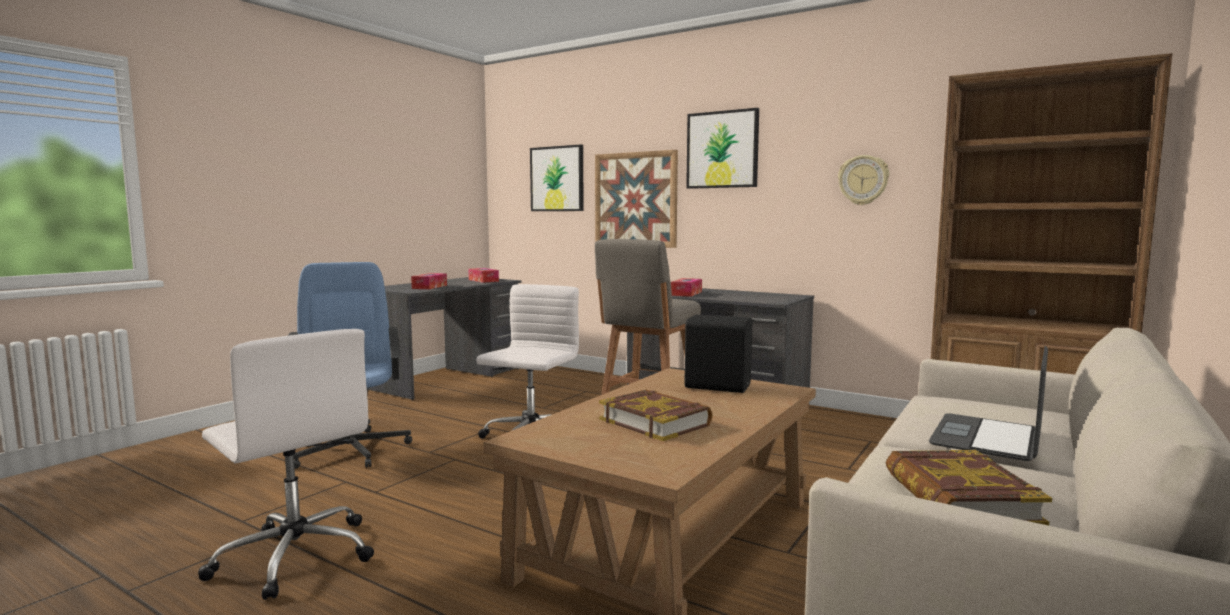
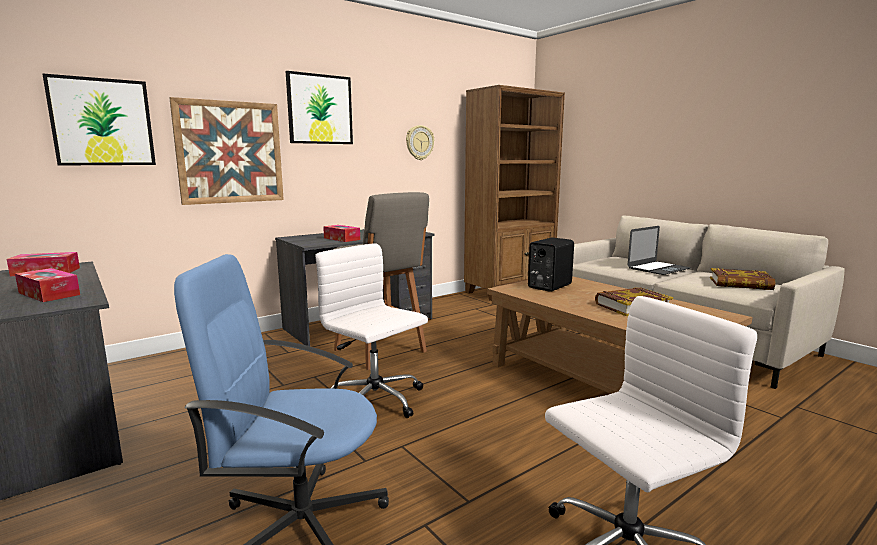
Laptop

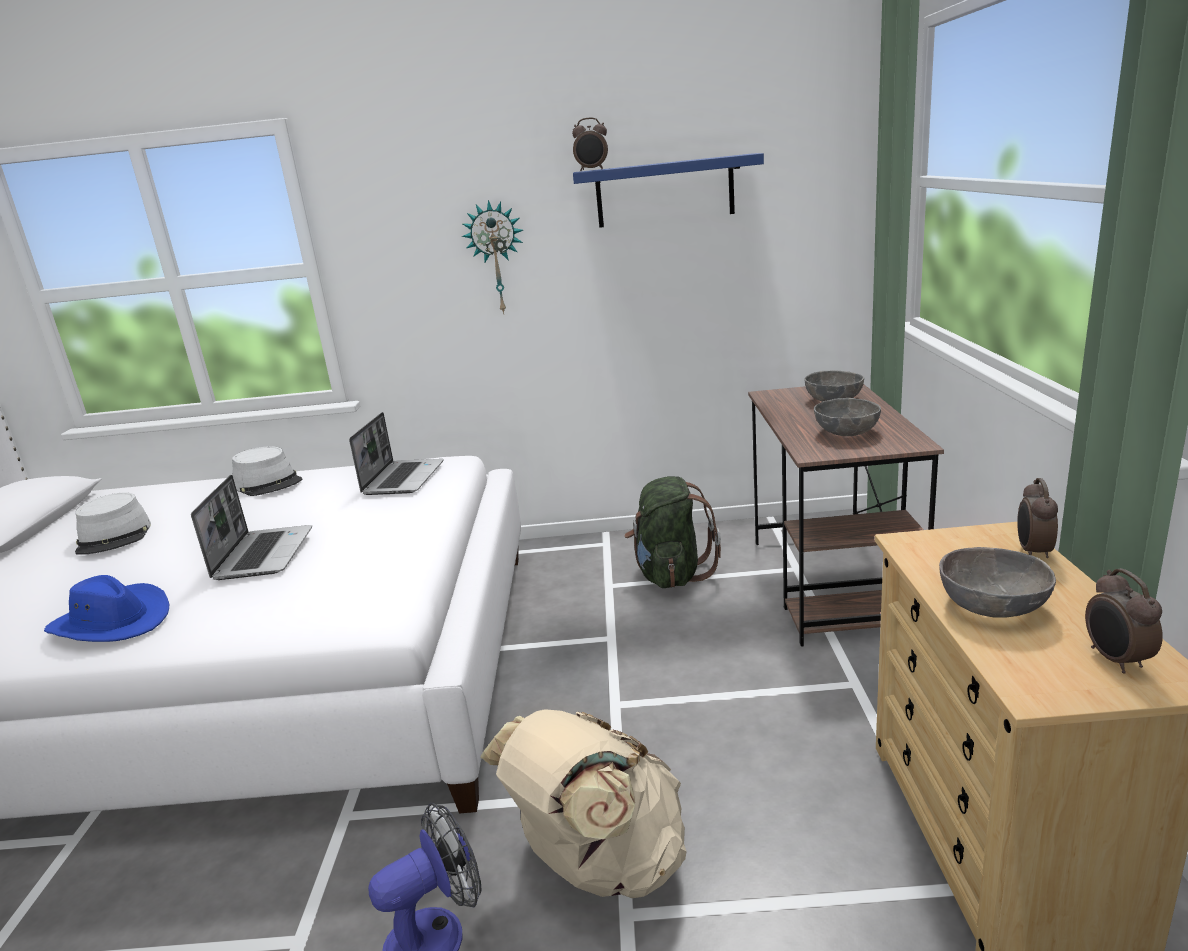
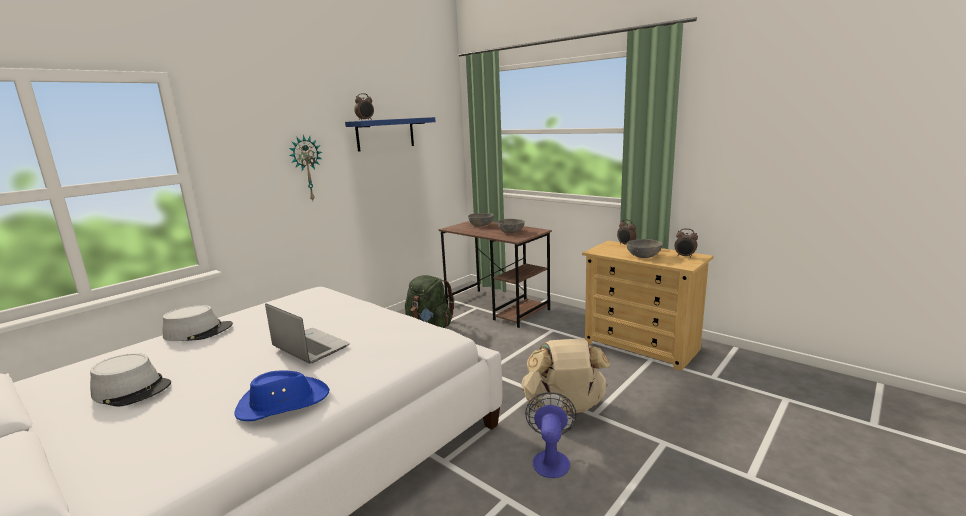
Laptop (no. 2 from left in the first image)

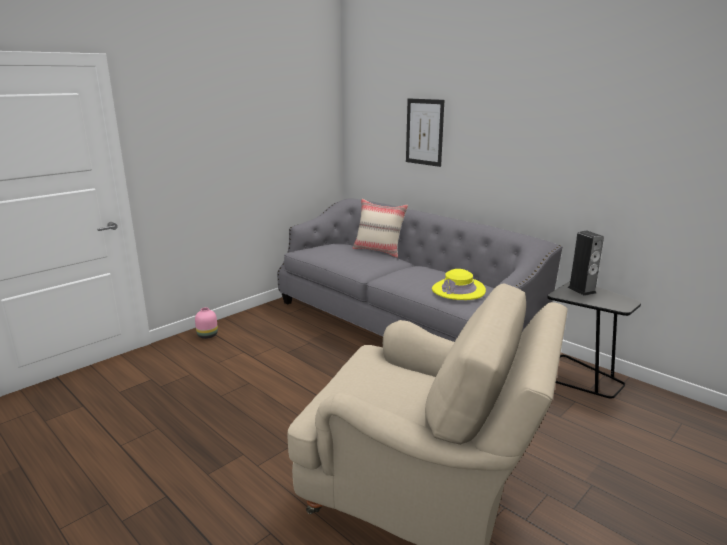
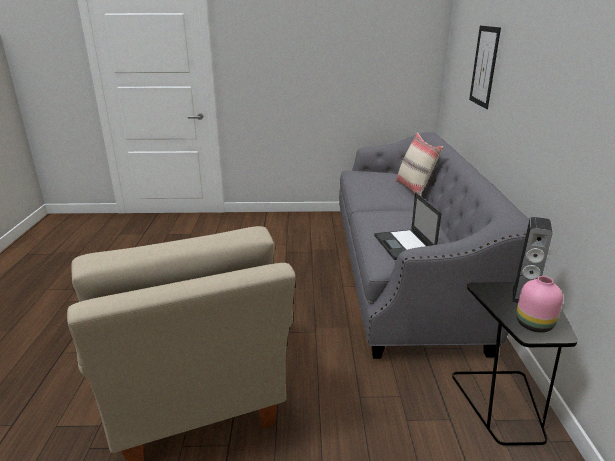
Laptop
PinkVase

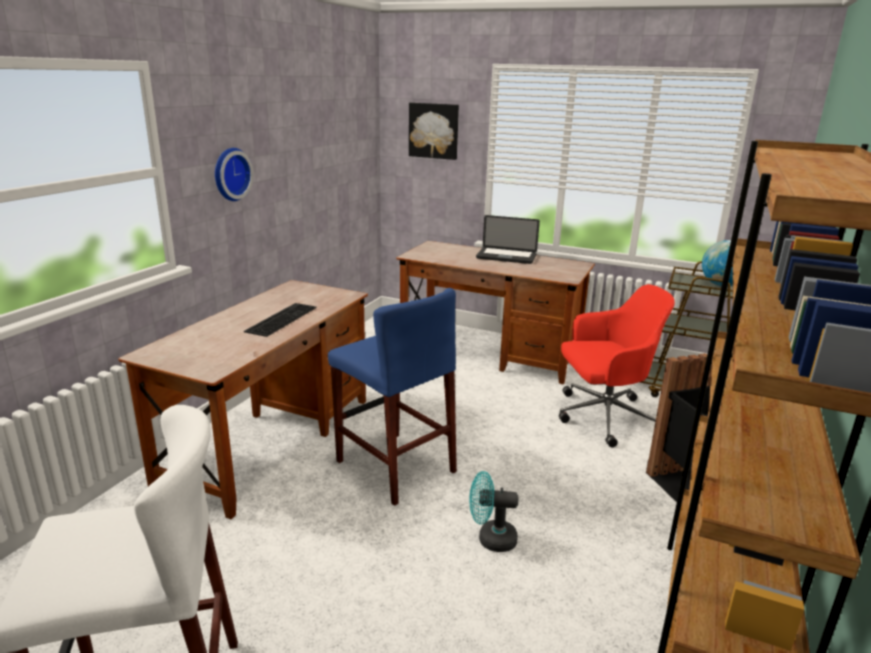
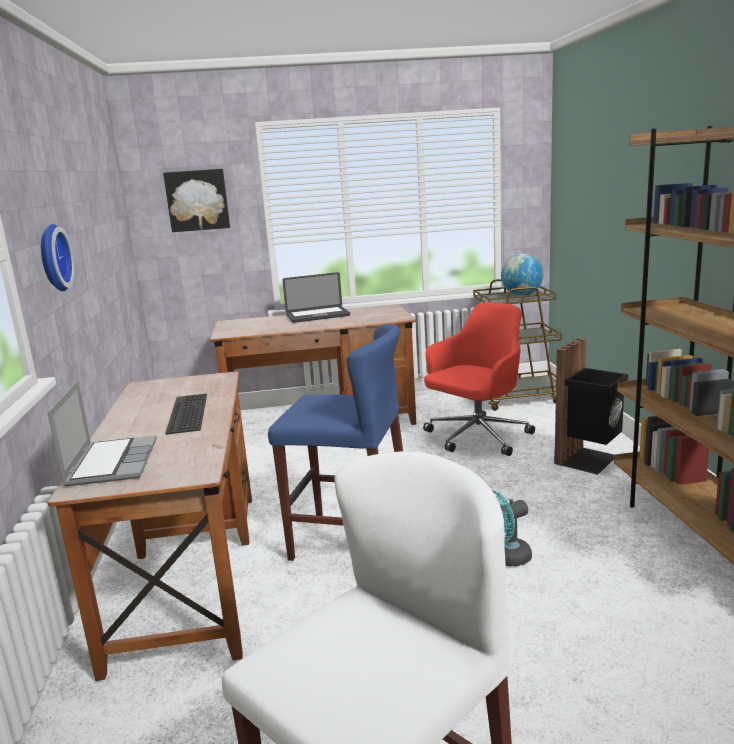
Laptop (no. 1 from left)

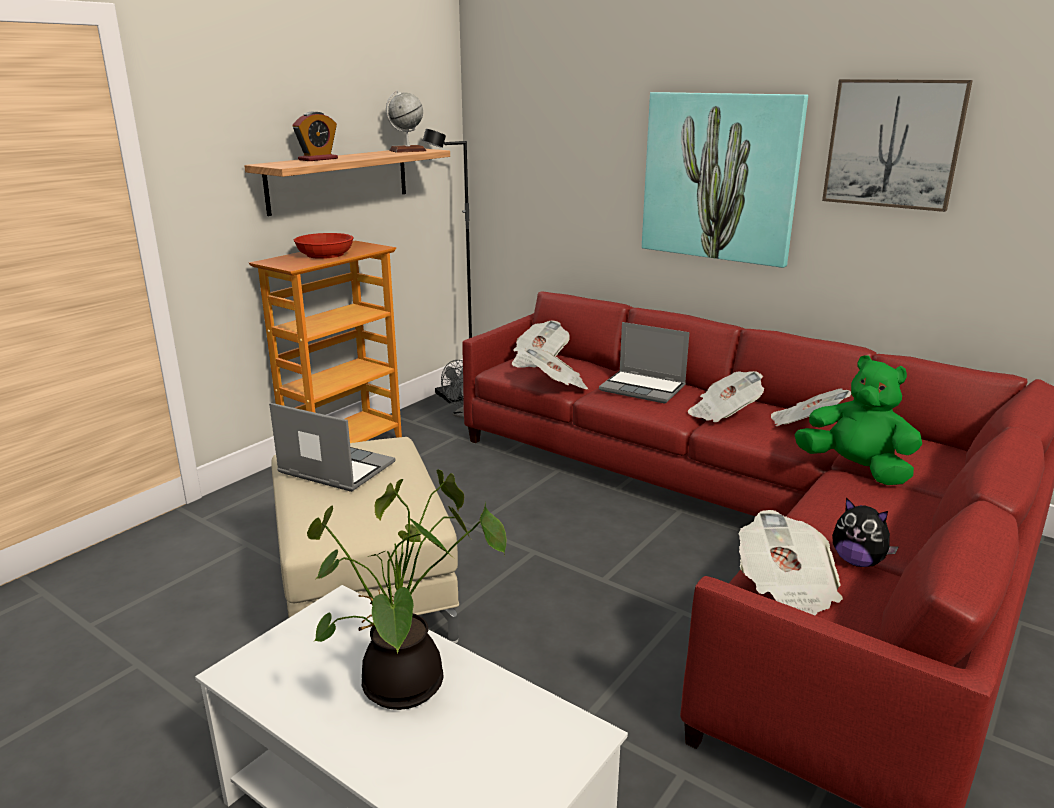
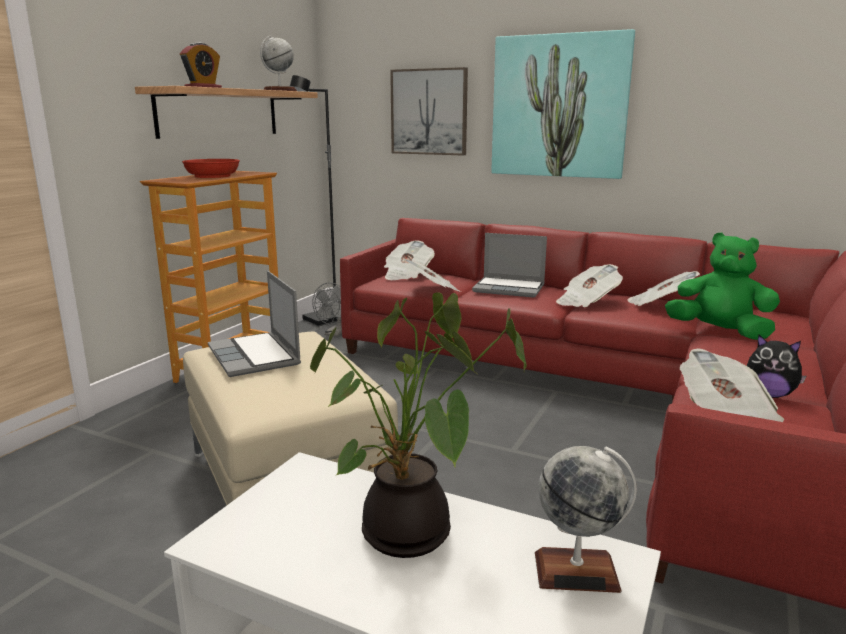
Picture (no. 1 from left)
Laptop (no. 1 from left)
Globe (no. 2 from left)

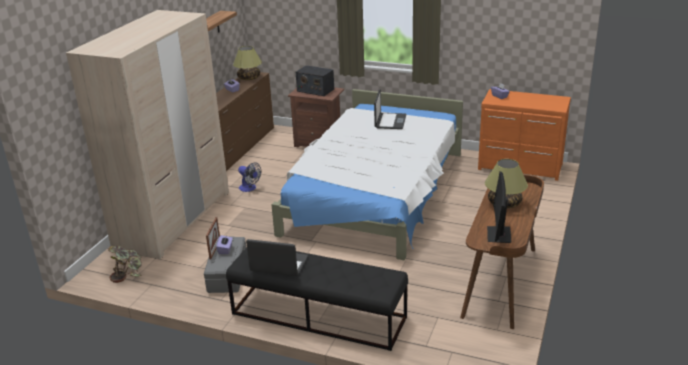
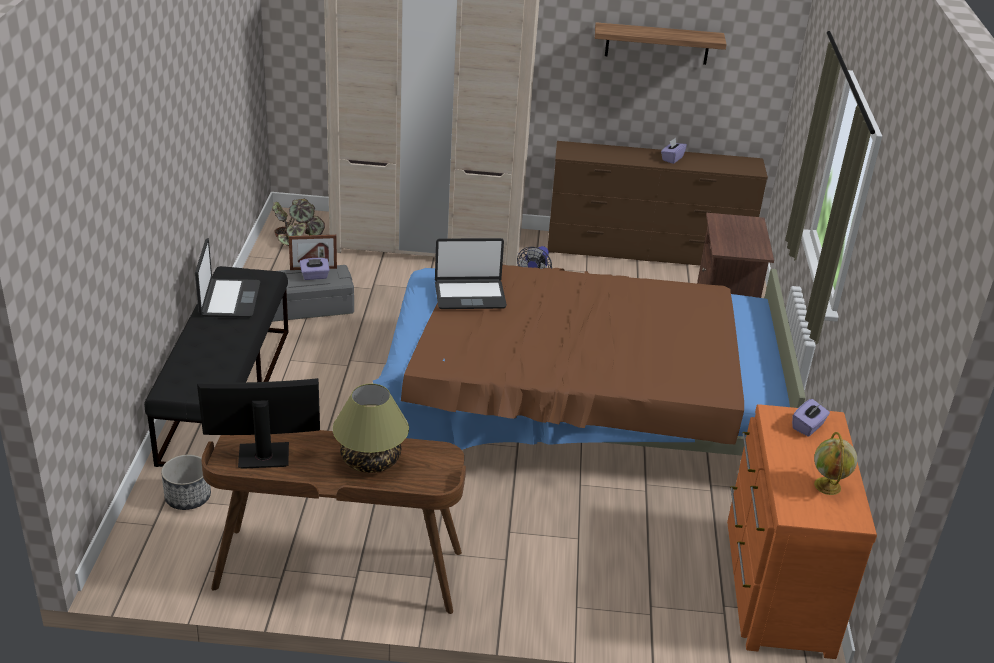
TableLamp (no. 1 from left in the first image)
Radio
BrownBed
Laptop (no. 2 from left)
Globe
Planter

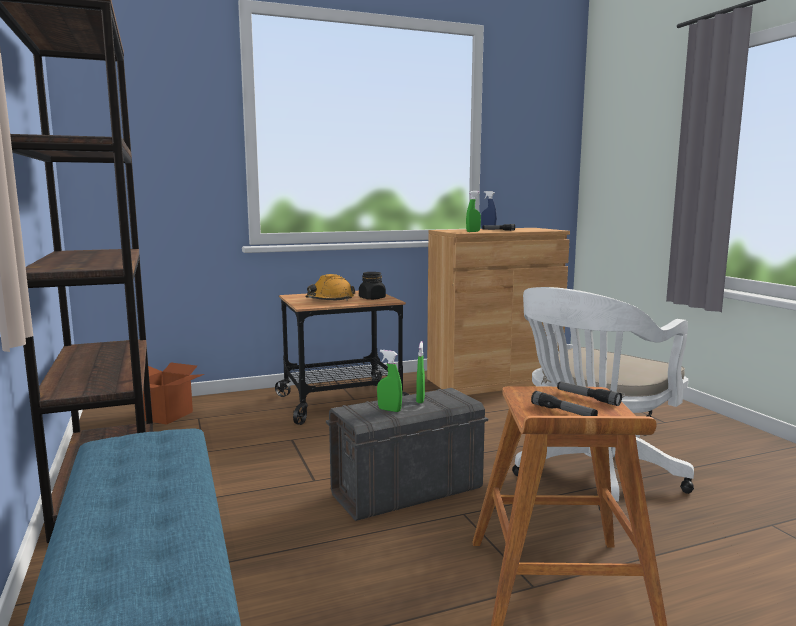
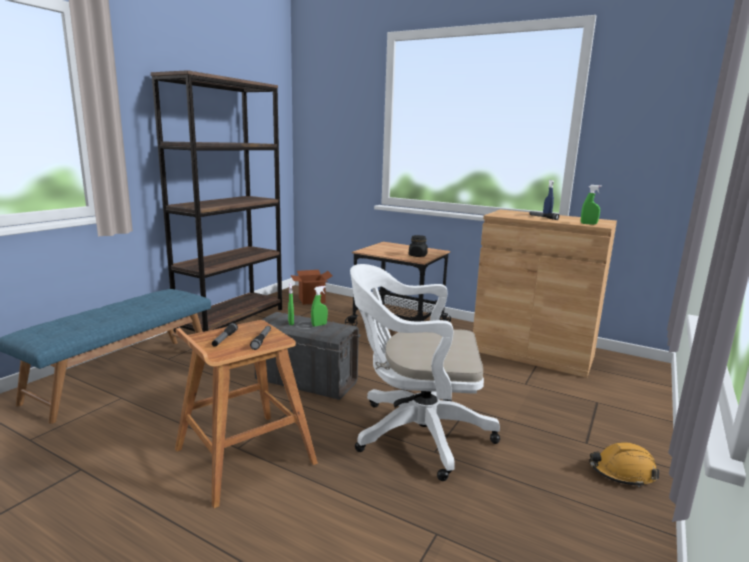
GreenSprayBottle (no. 3 from left)
OrangeHardHat

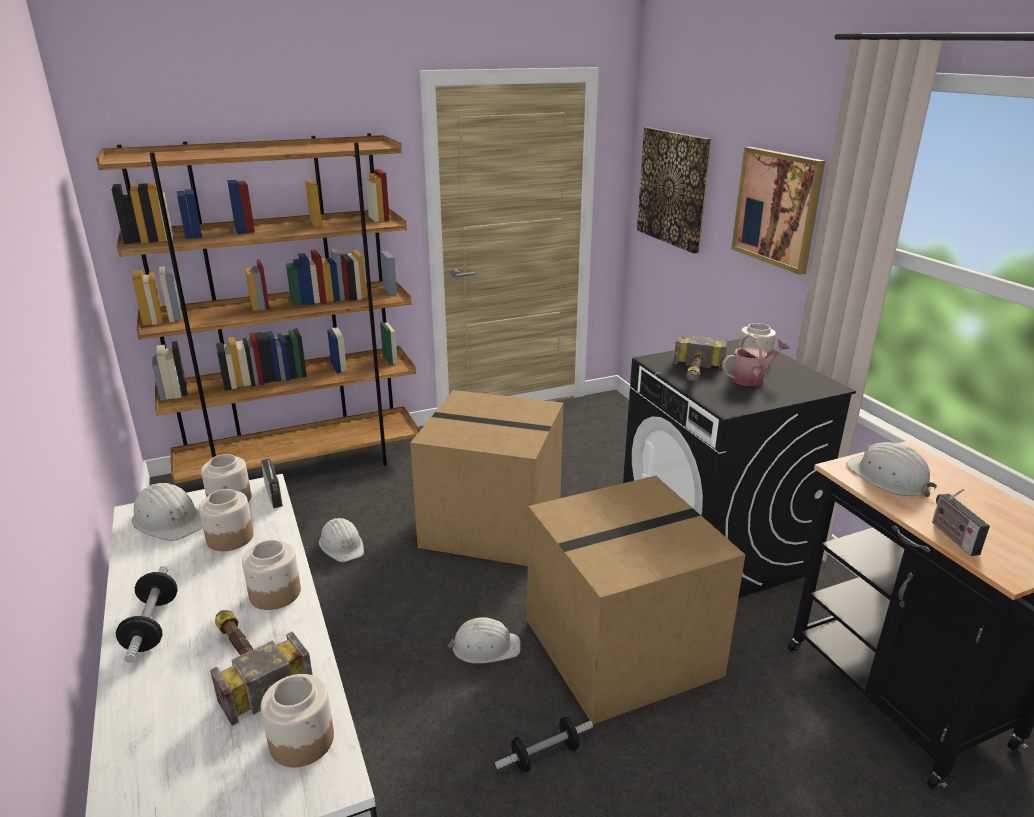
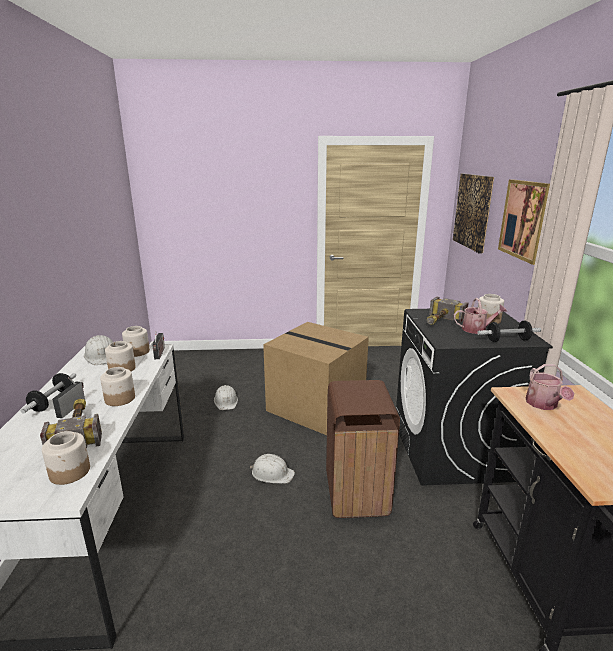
BrownBookcase
WateringCan (no. 2 from left)
BrownTrashCan
Radio (no. 1 from left)
Dumbbell (no. 2 from left)

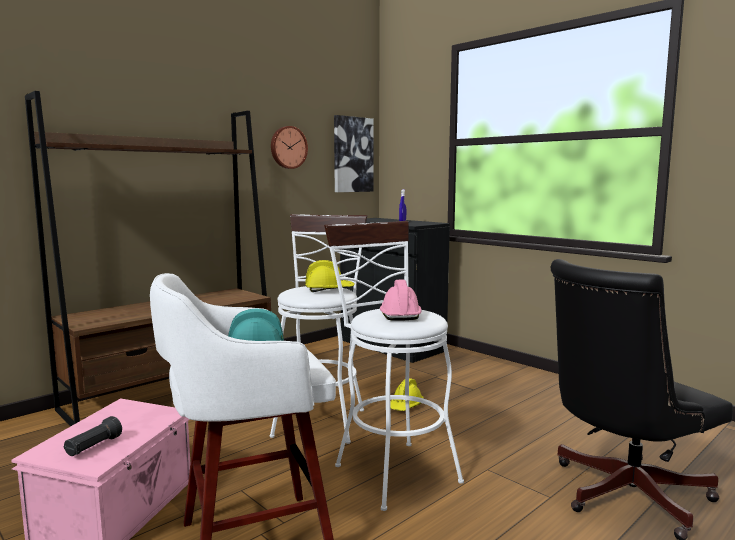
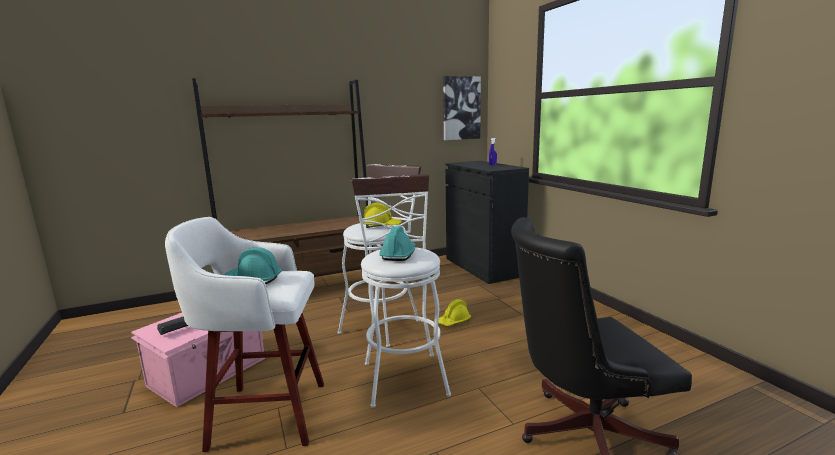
WallClock
TurquoiseHardHat (no. 2 from left)

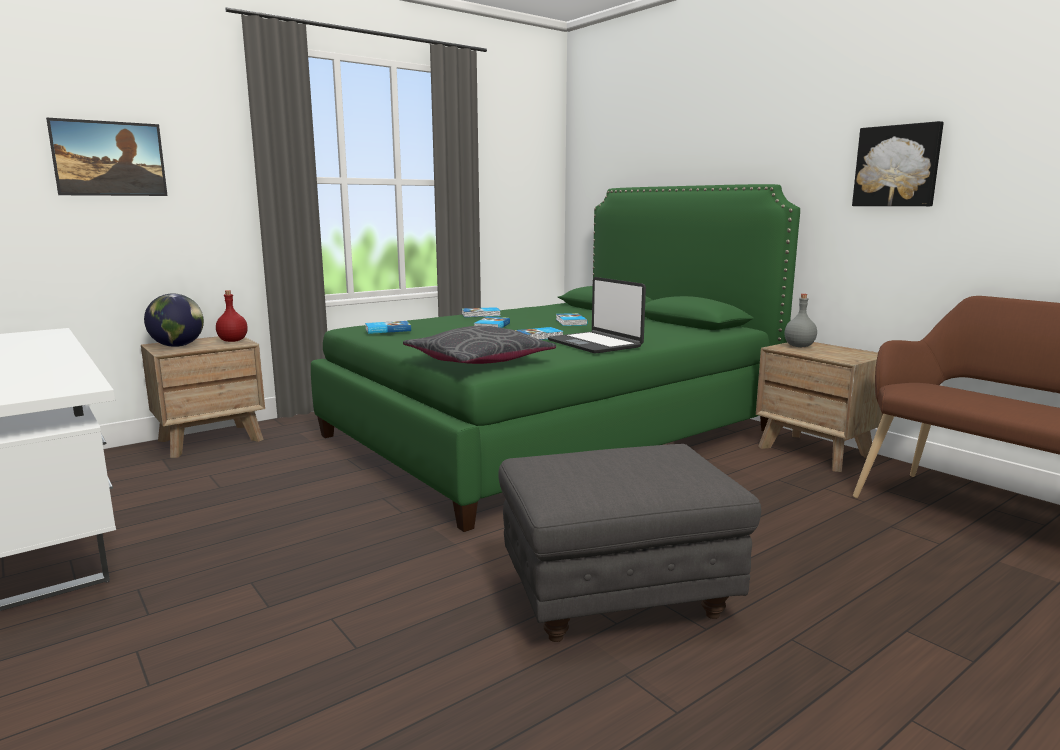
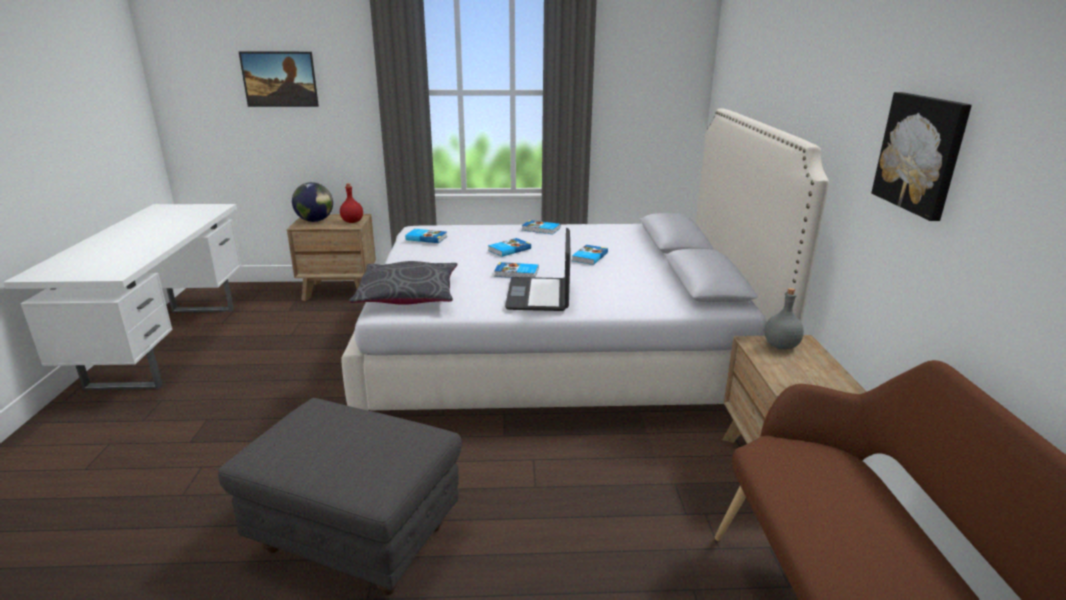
WhiteBed

